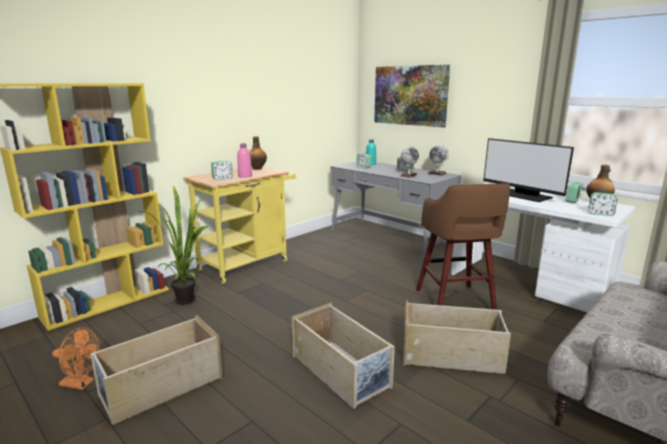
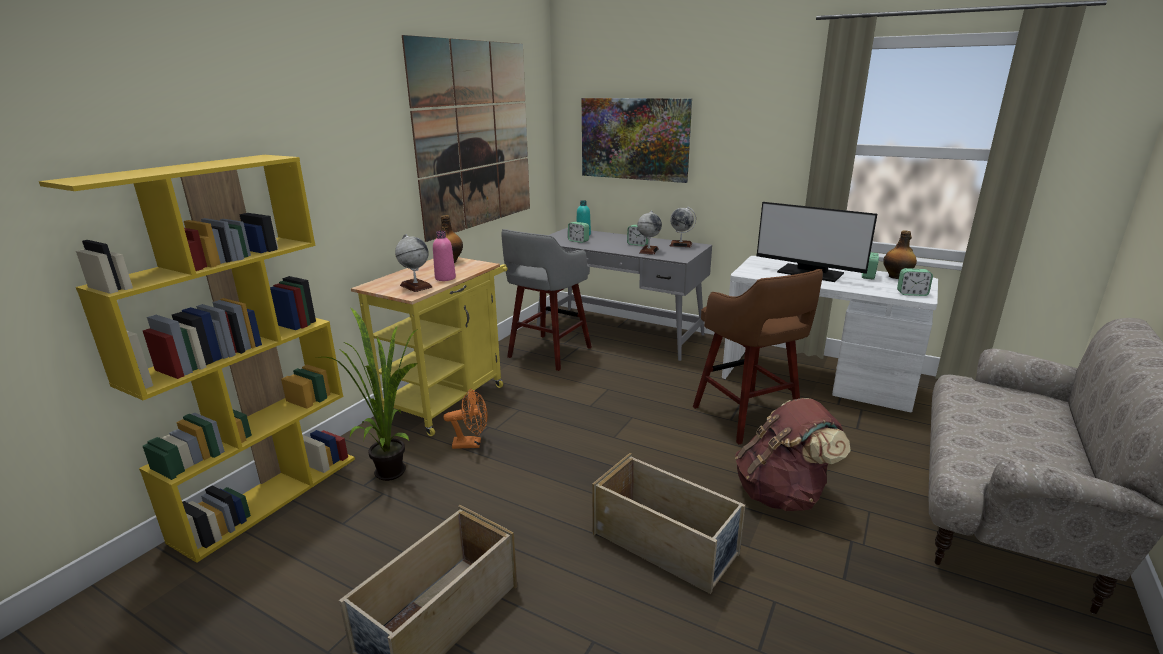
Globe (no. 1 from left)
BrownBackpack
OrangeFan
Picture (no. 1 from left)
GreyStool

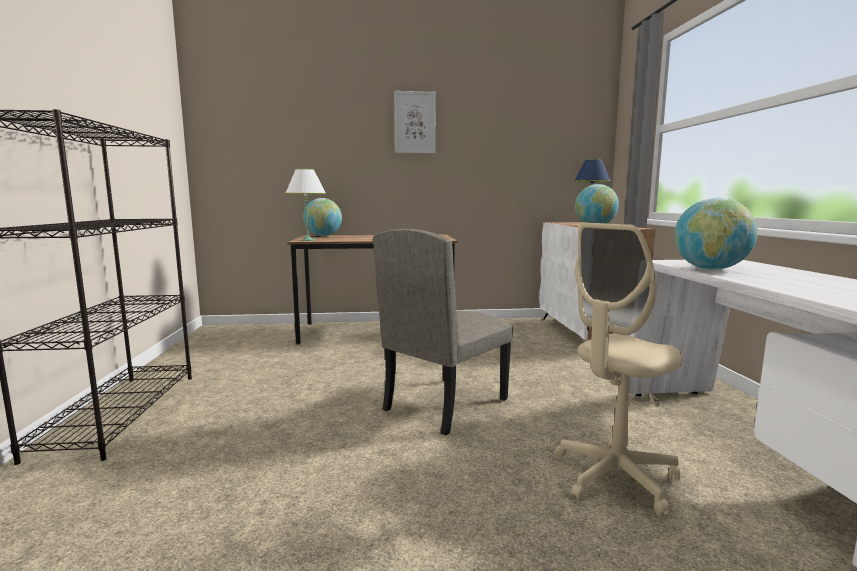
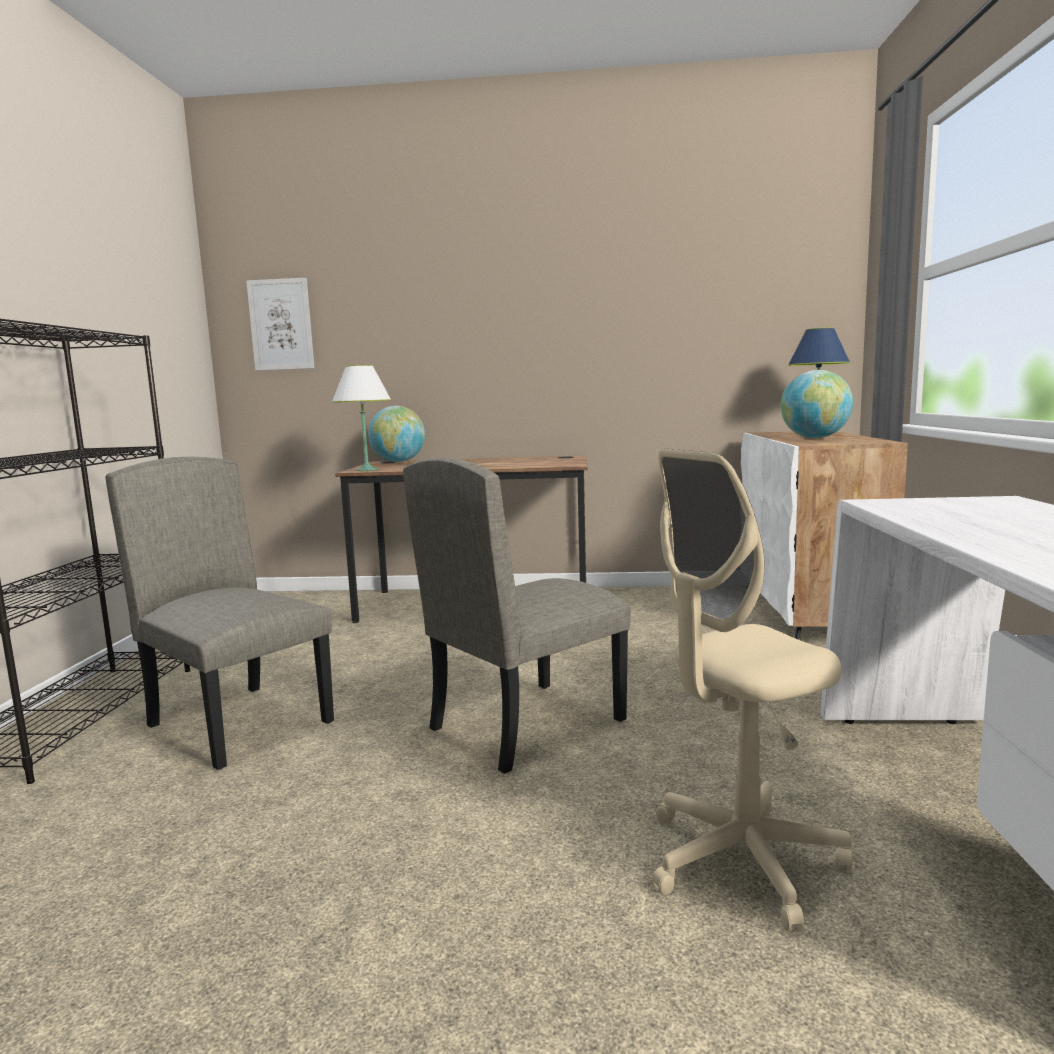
Picture
Globe (no. 3 from left in the first image)
BeigeChair (no. 1 from left)

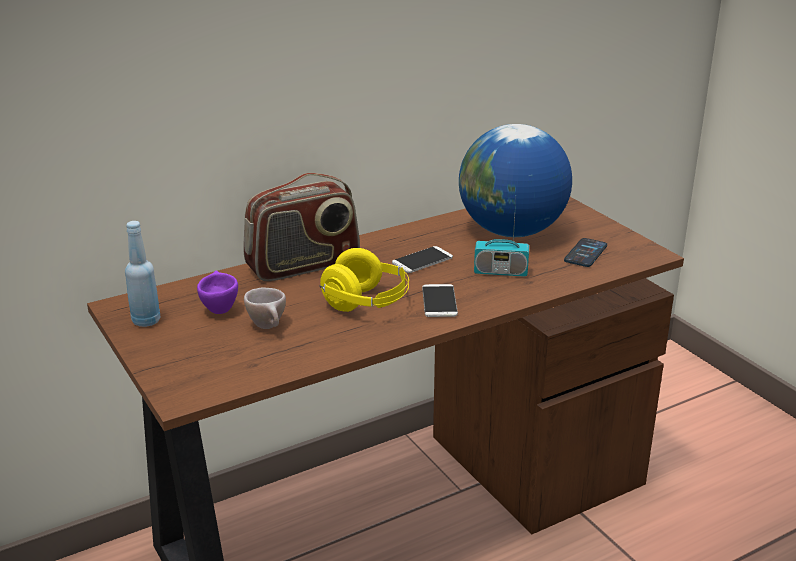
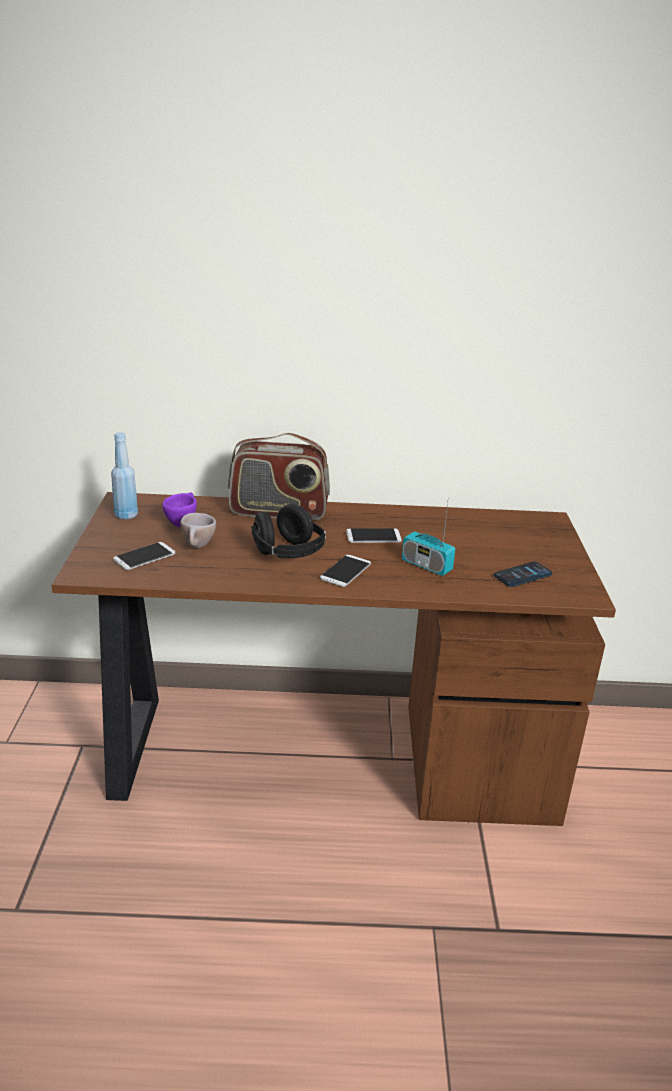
Globe
BlackHeadphones
Phone (no. 1 from left)

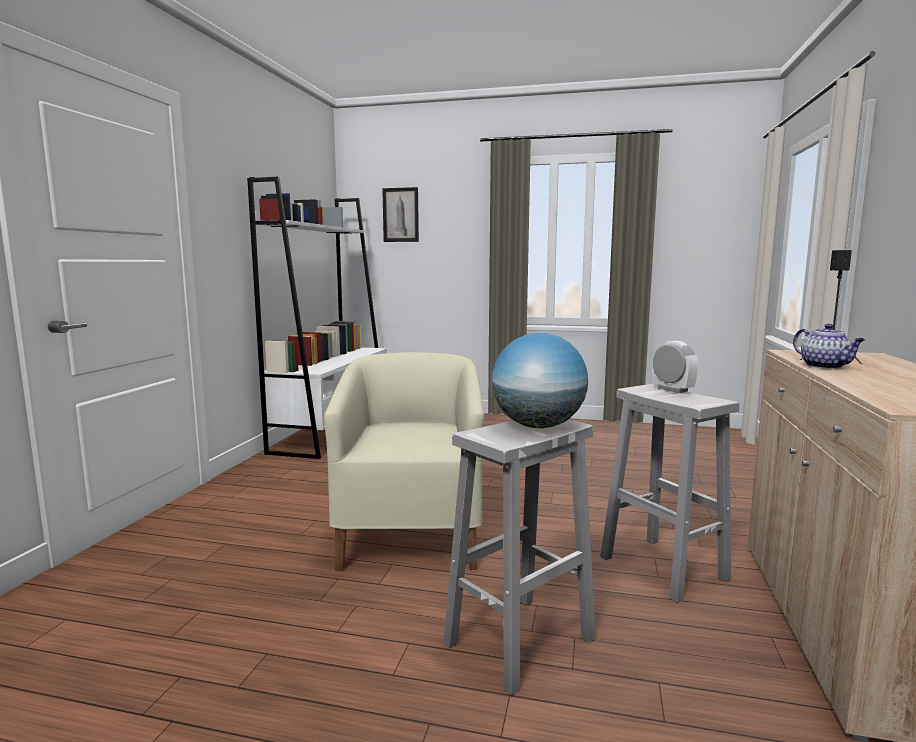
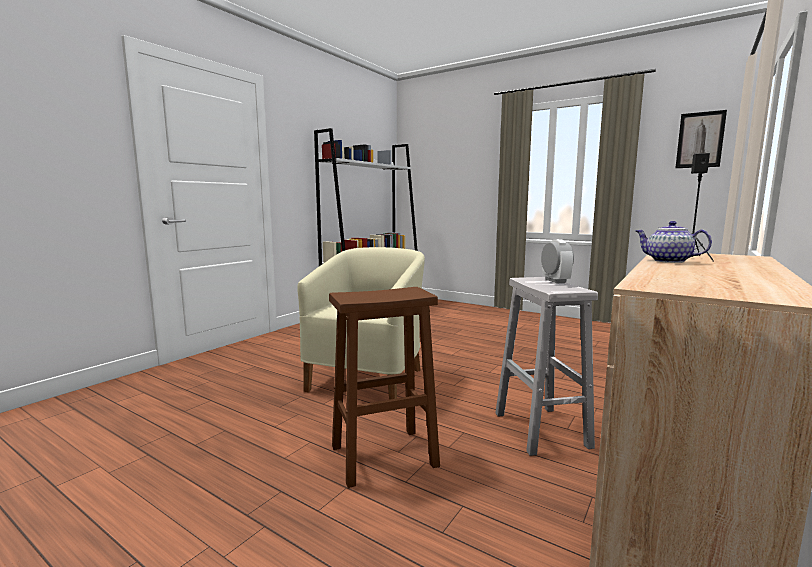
Picture
Teapot
Globe
BrownStool

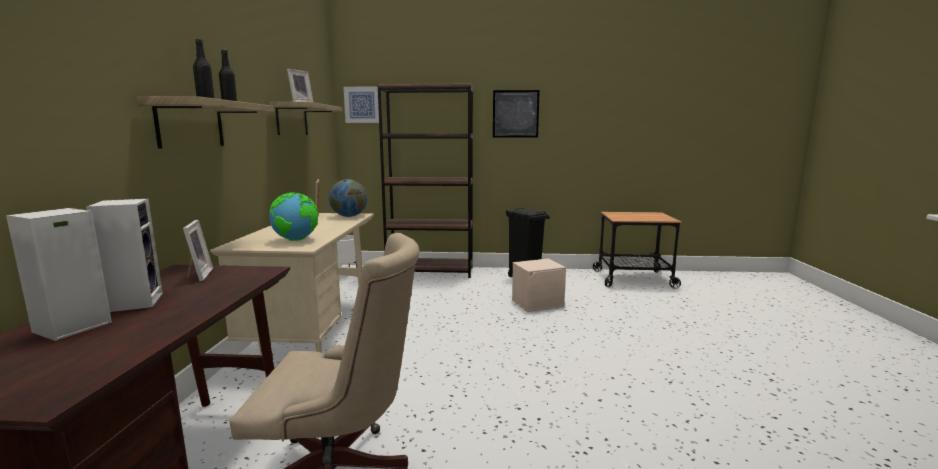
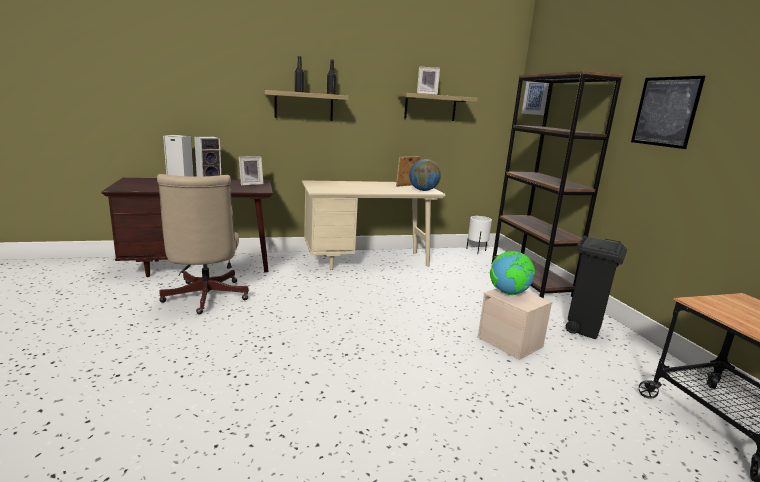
Globe (no. 2 from left)

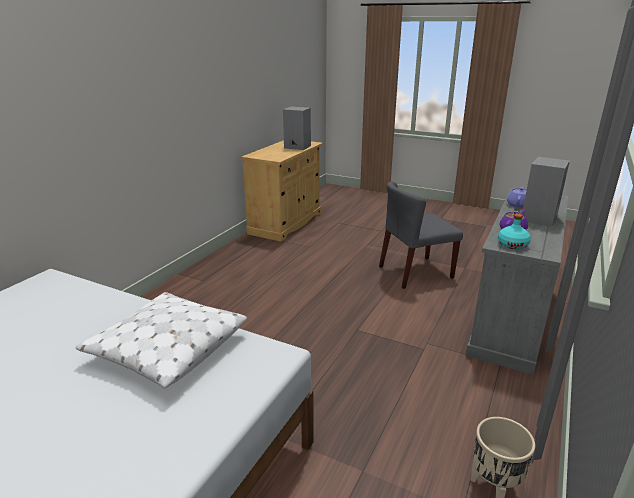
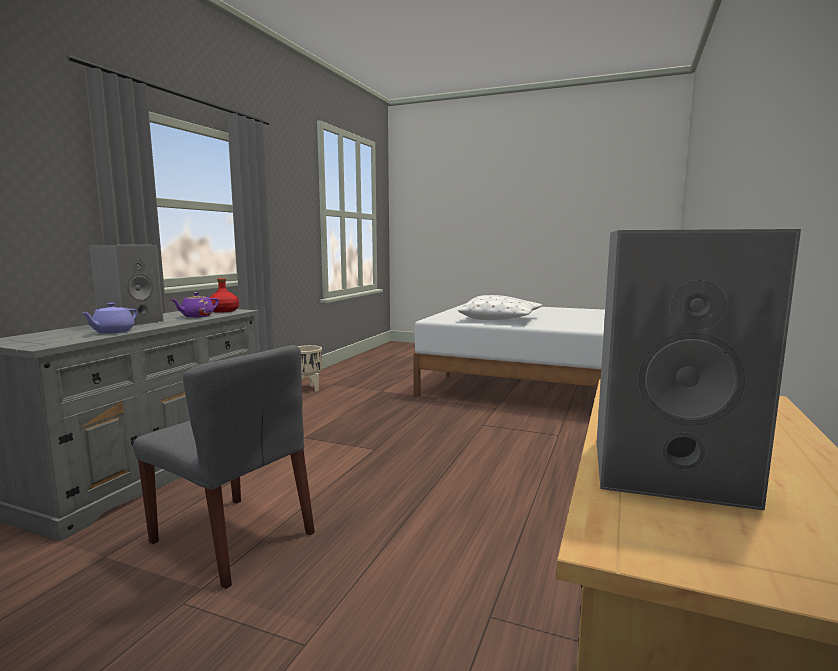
GreyChair
RedBottle

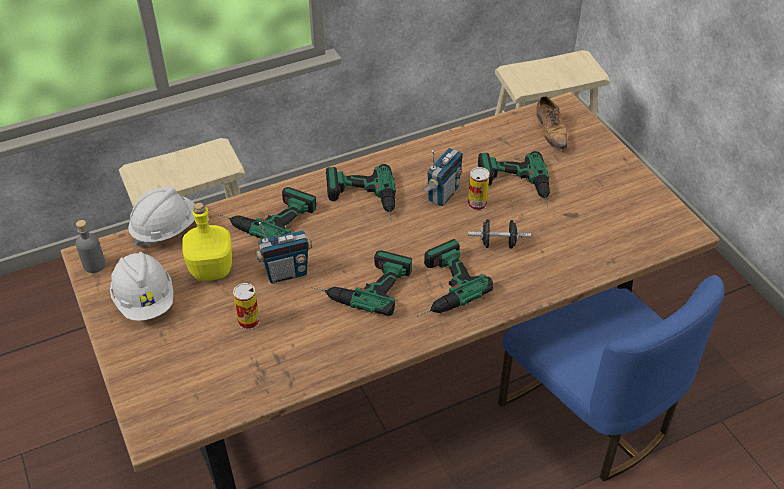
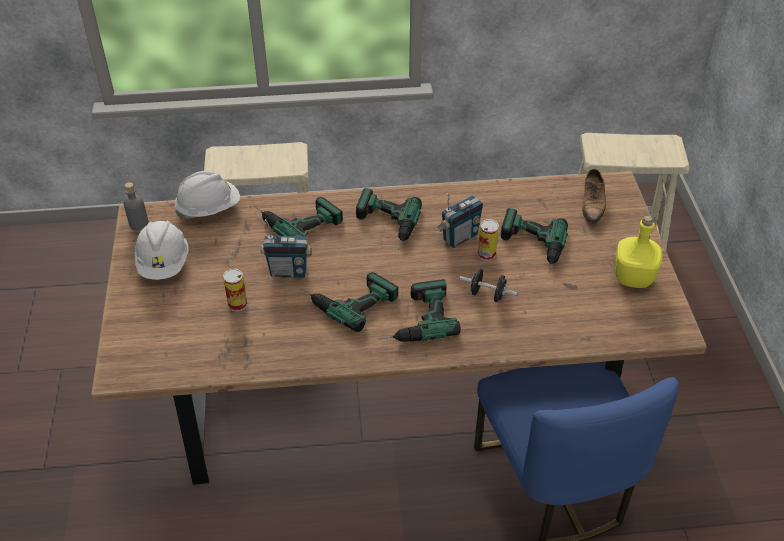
YellowBottle

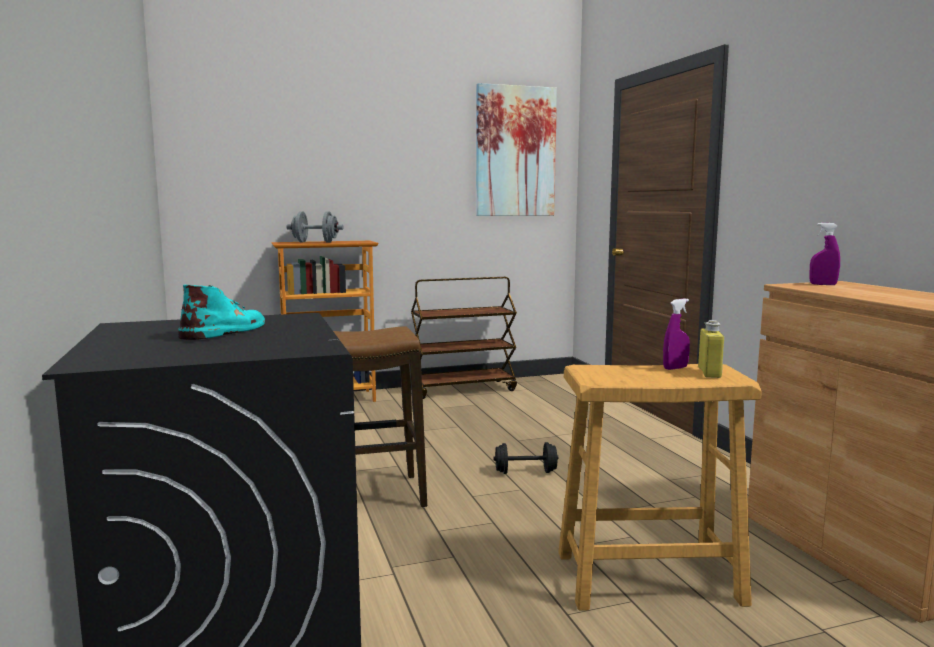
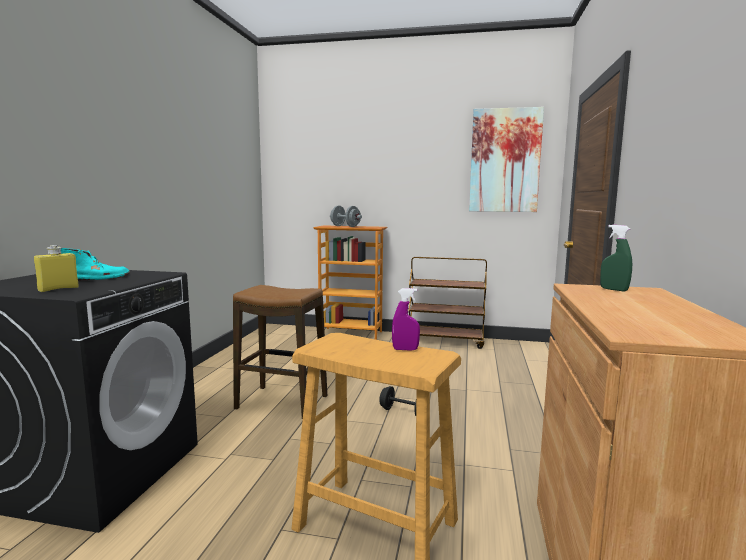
GreenSprayBottle
YellowBottle

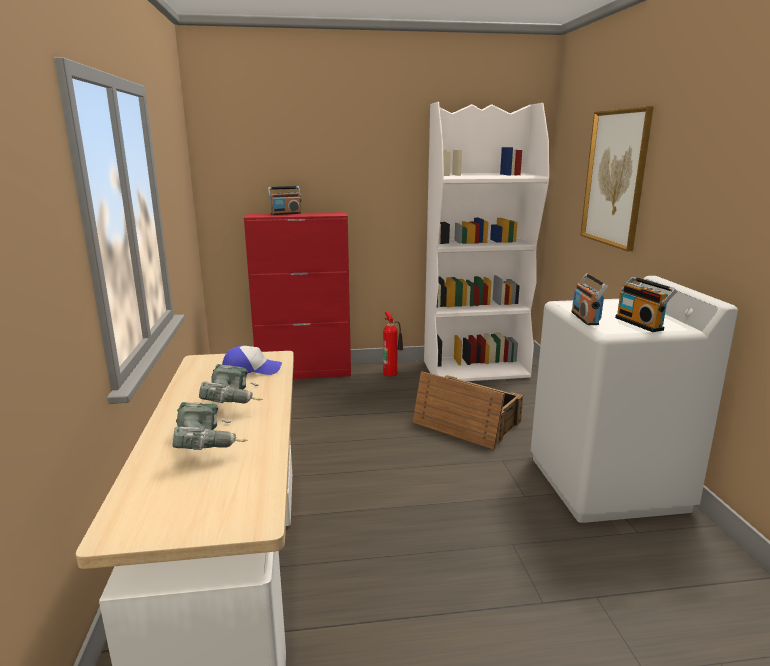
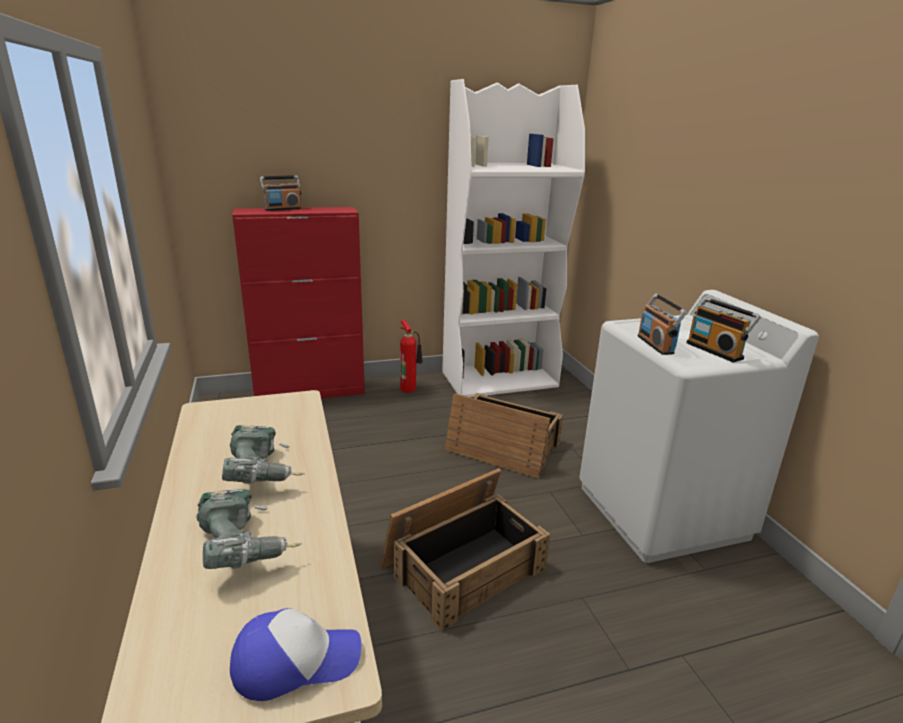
Picture
Cap
Crate (no. 1 from left)

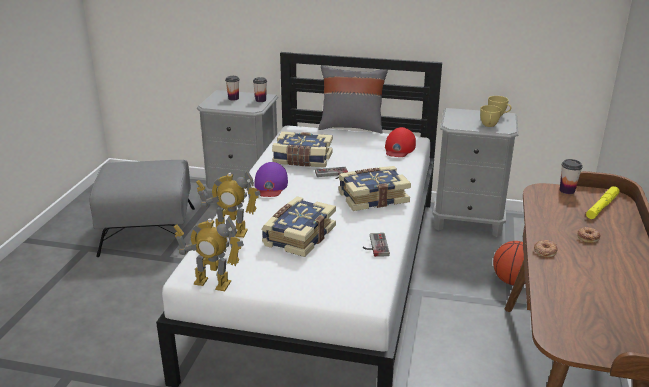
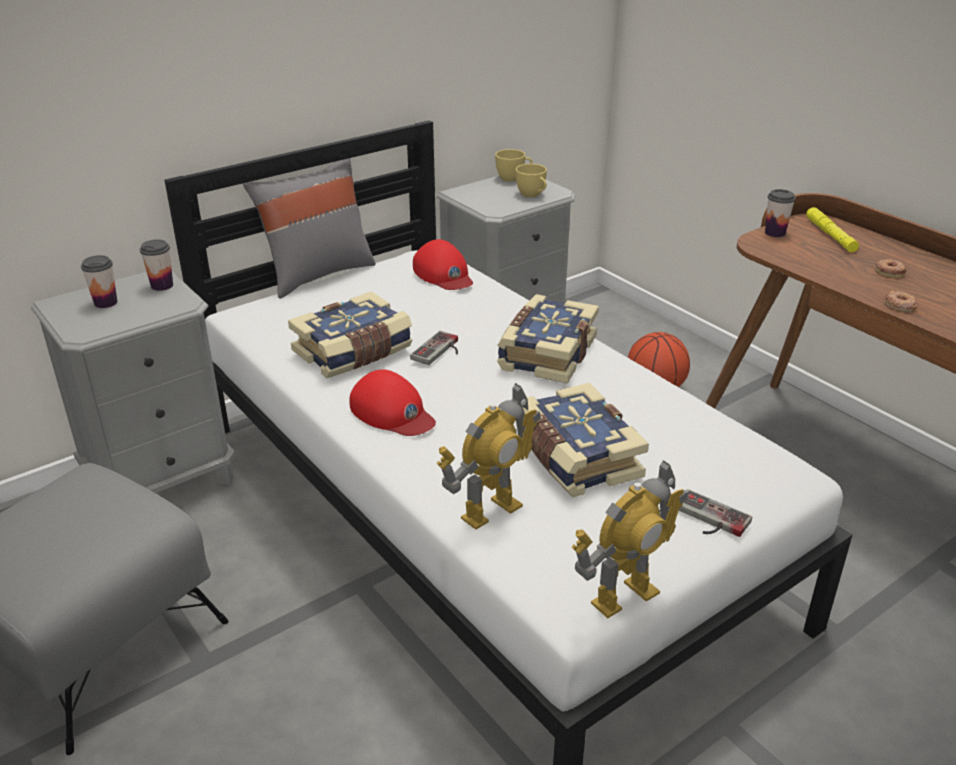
RedCap (no. 1 from left)
GameController (no. 2 from left)

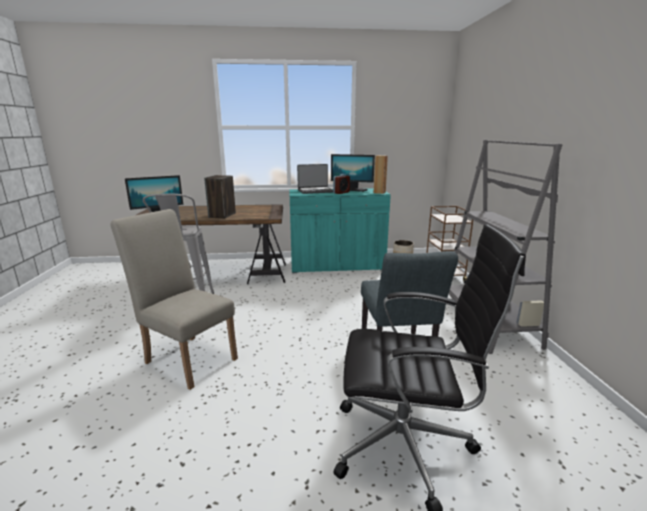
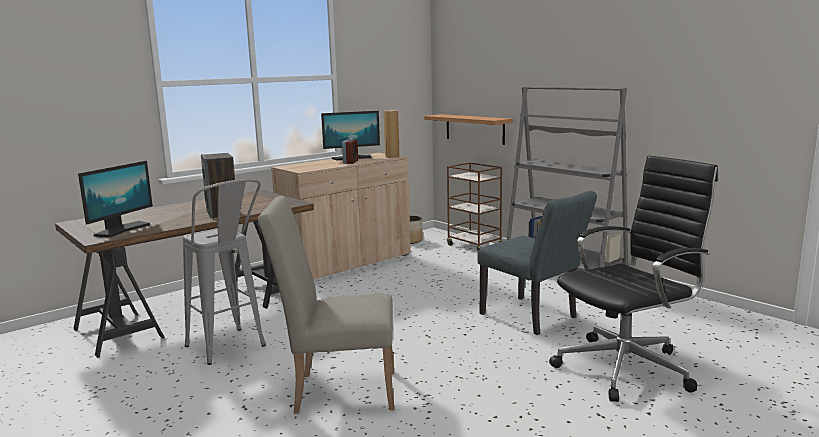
Laptop
BeigeCabinet
Shelf

